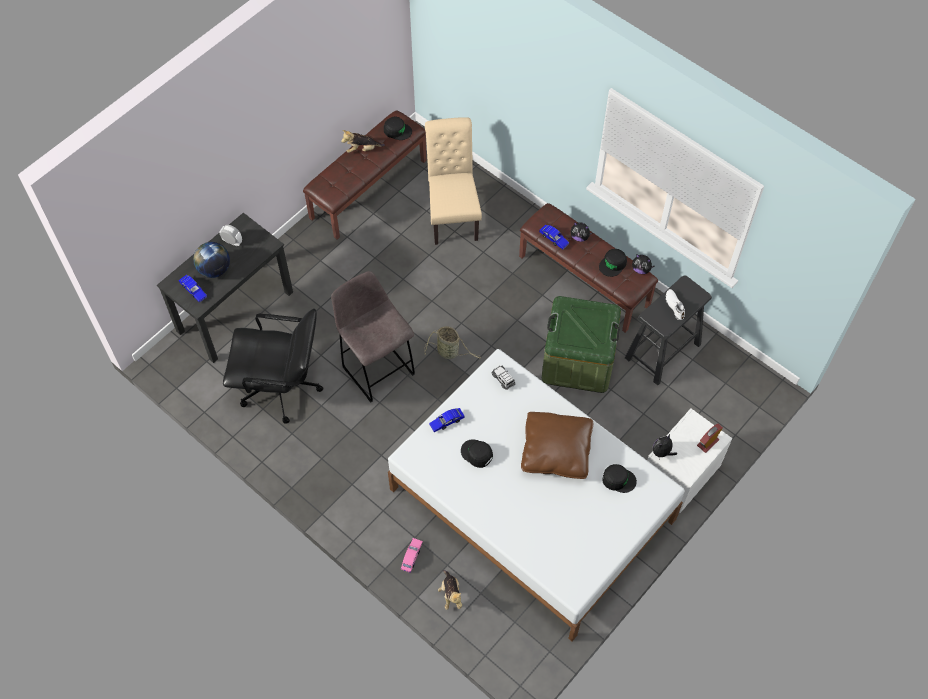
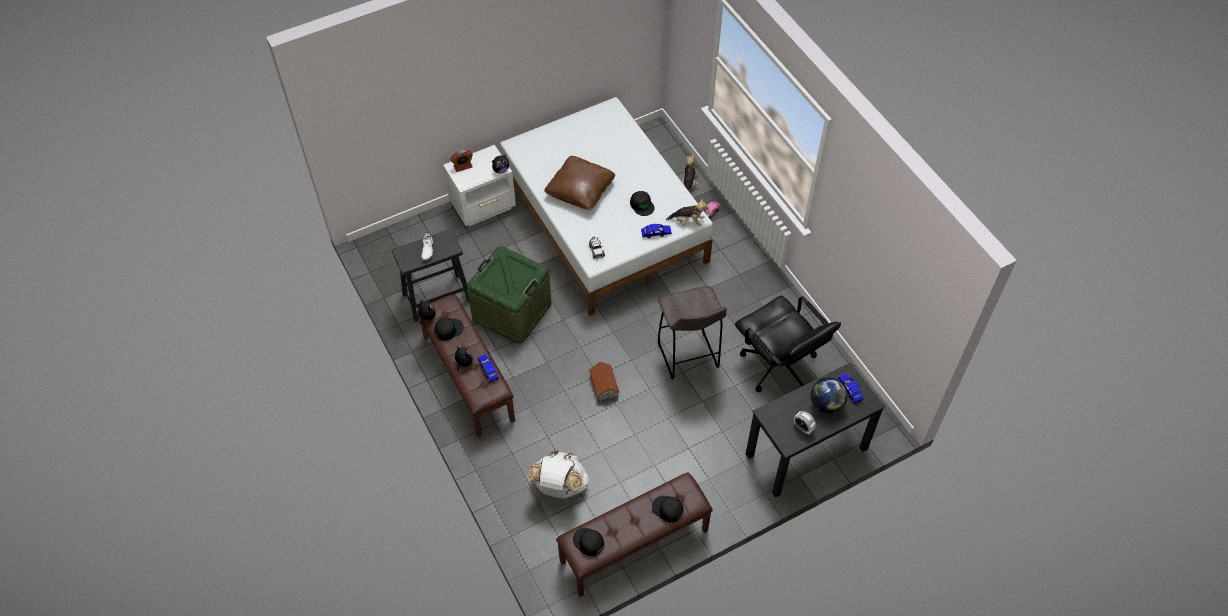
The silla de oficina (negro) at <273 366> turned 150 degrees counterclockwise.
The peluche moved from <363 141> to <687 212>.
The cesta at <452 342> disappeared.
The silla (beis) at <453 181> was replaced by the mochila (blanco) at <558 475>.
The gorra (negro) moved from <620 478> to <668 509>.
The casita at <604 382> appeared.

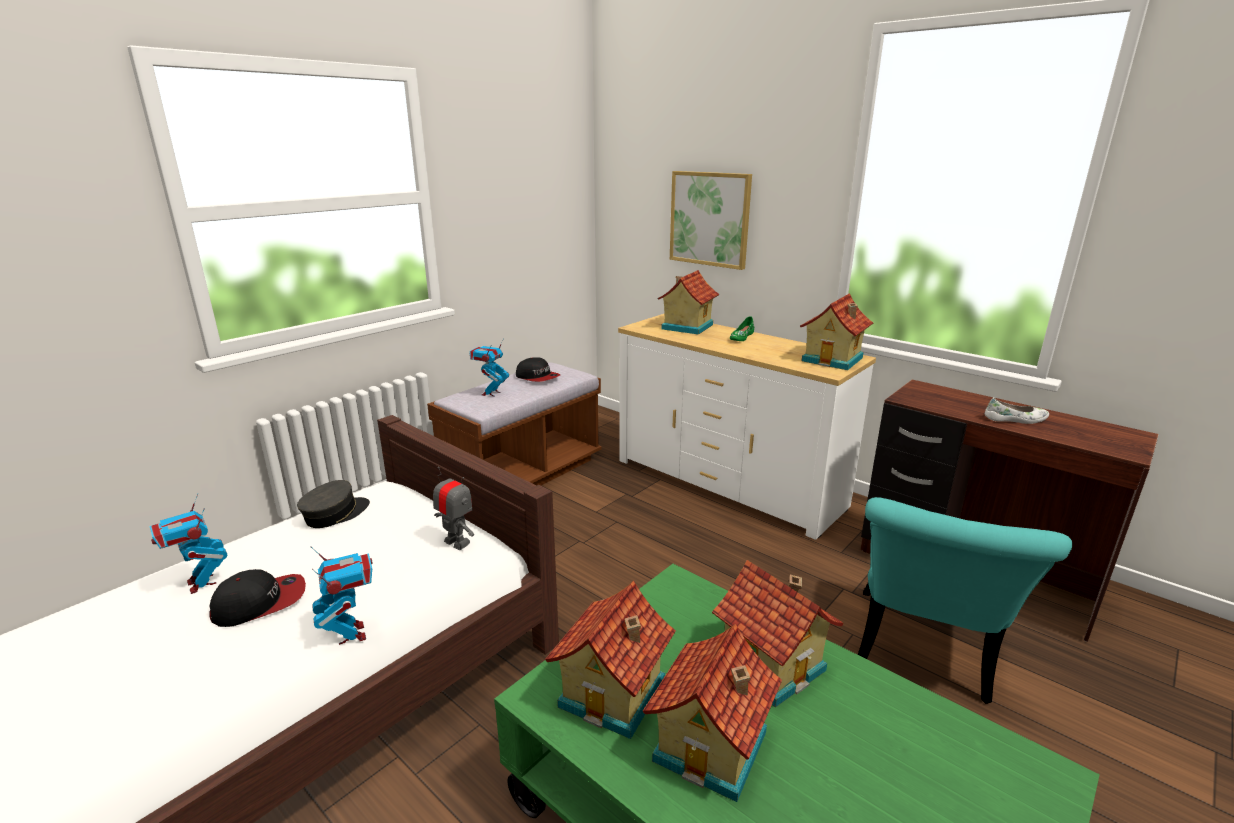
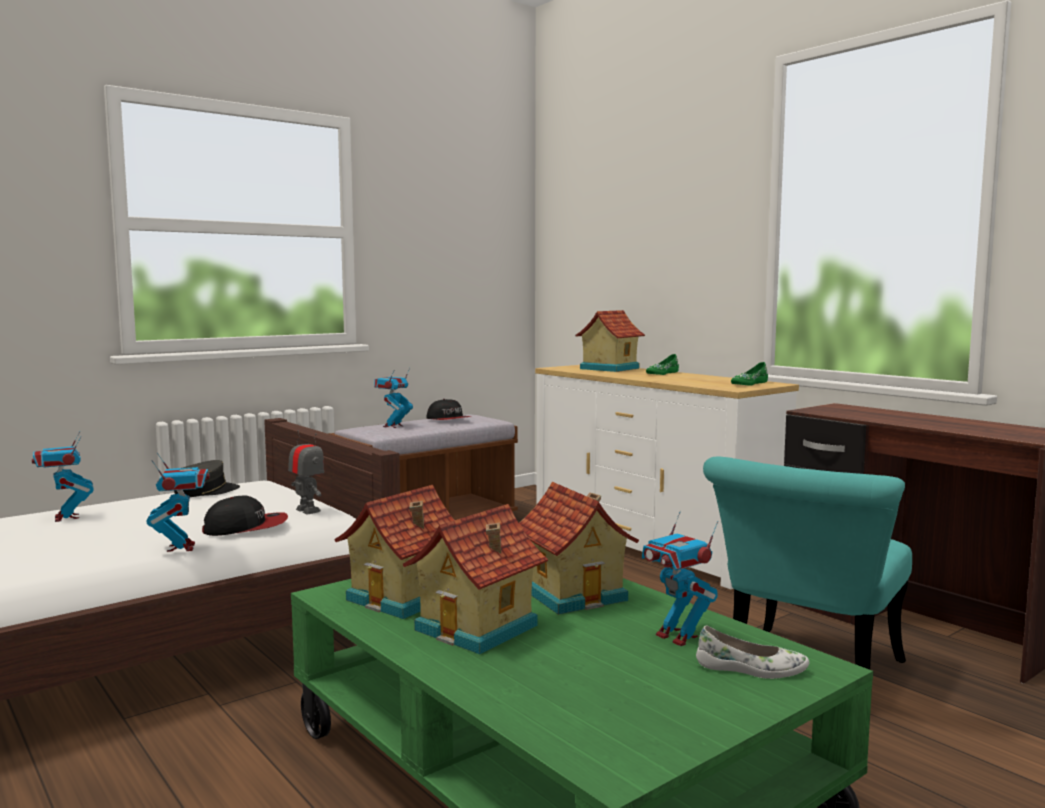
The gorra moved from <257 598> to <245 516>.
The cuadro at <711 220> disappeared.
The casita at <836 331> was replaced by the zapato (verde) at <749 374>.
The zapato (blanco) moved from <1017 410> to <752 652>.
The robot de juguete at <680 578> appeared.

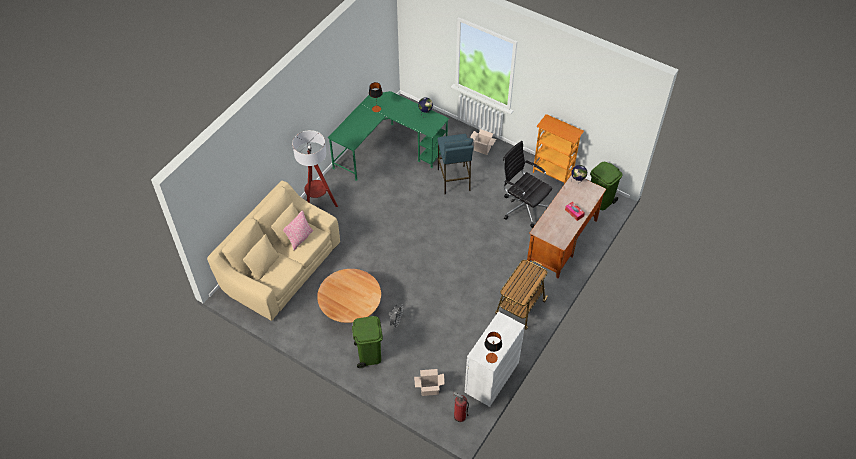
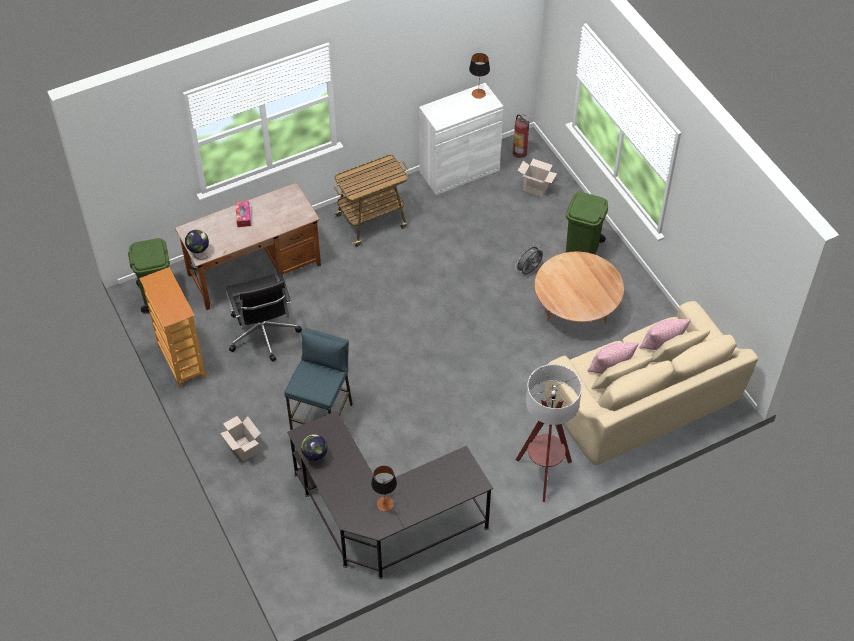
The escritorio (verde) at <388 136> became the escritorio (negro) at <390 495>.
The cojín (rosa) at <665 334> appeared.

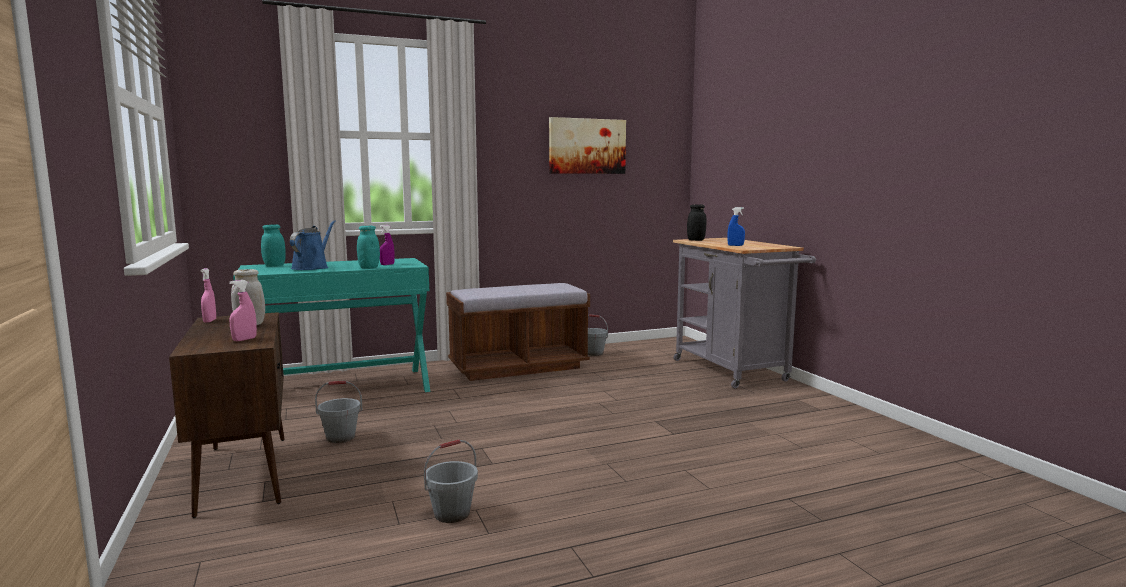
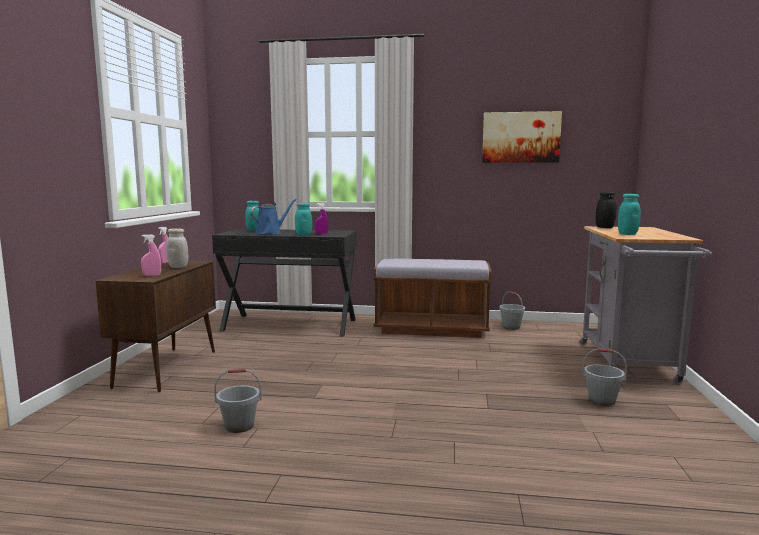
The escritorio (turquesa) at <332 325> became the escritorio (negro) at <284 283>.
The cubo (gris) moved from <338 412> to <604 377>.
The pulverizador (azul) at <736 226> was replaced by the tarro (turquesa) at <629 214>.

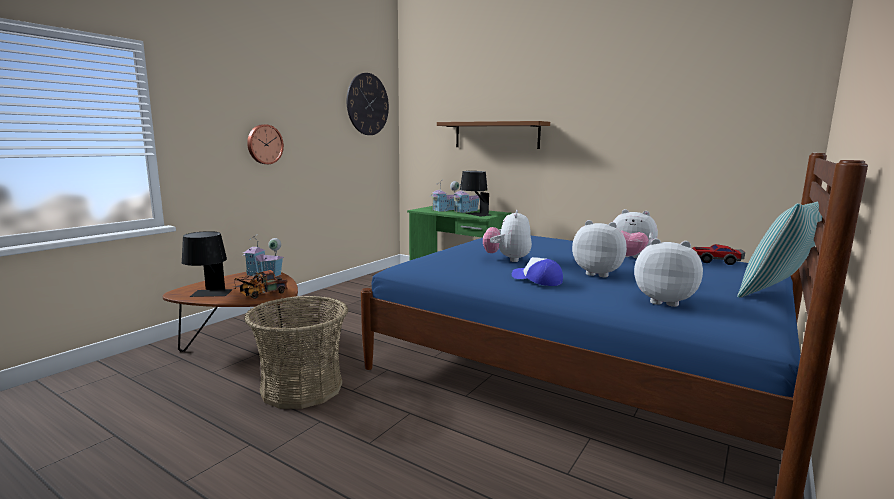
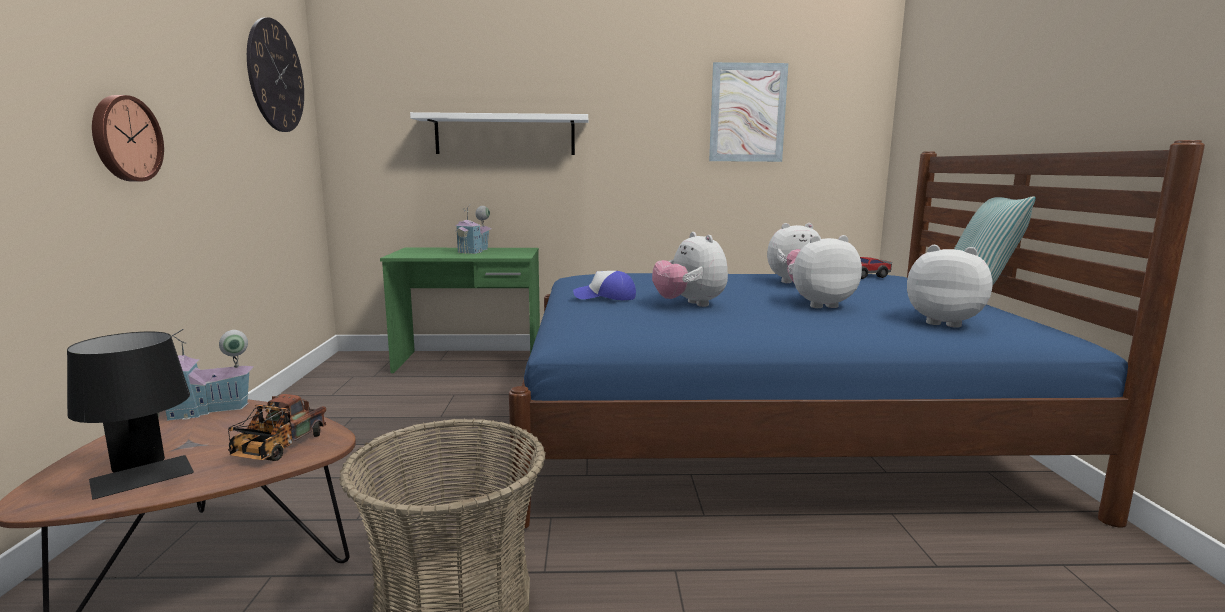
The casita at <445 196> disappeared.
The estante (marrón) at <493 135> became the estante (blanco) at <499 133>.
The lámpara de mesa (negro) at <475 193> disappeared.
The gorra moved from <537 271> to <604 285>.
The peluche at <668 272> turned 45 degrees clockwise.
The cuadro at <748 112> appeared.

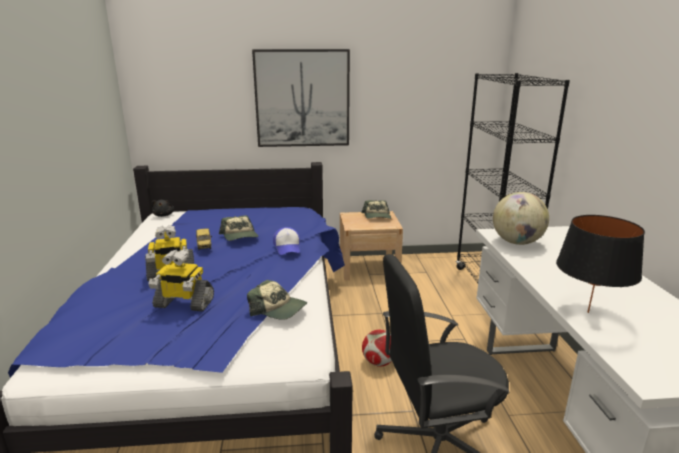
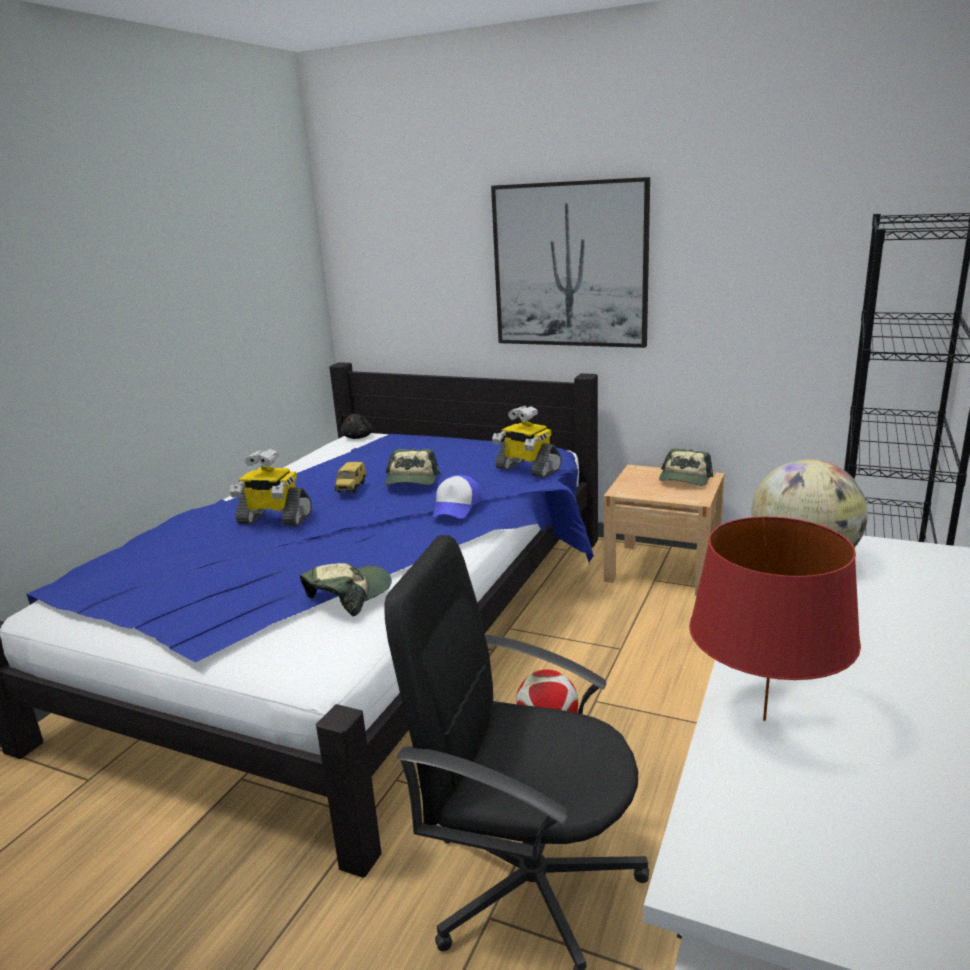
The robot de juguete moved from <181 280> to <527 442>.
The gorra at <277 299> turned 105 degrees counterclockwise.
The lámpara de mesa (negro) at <600 264> became the lámpara de mesa (rojo) at <775 619>.

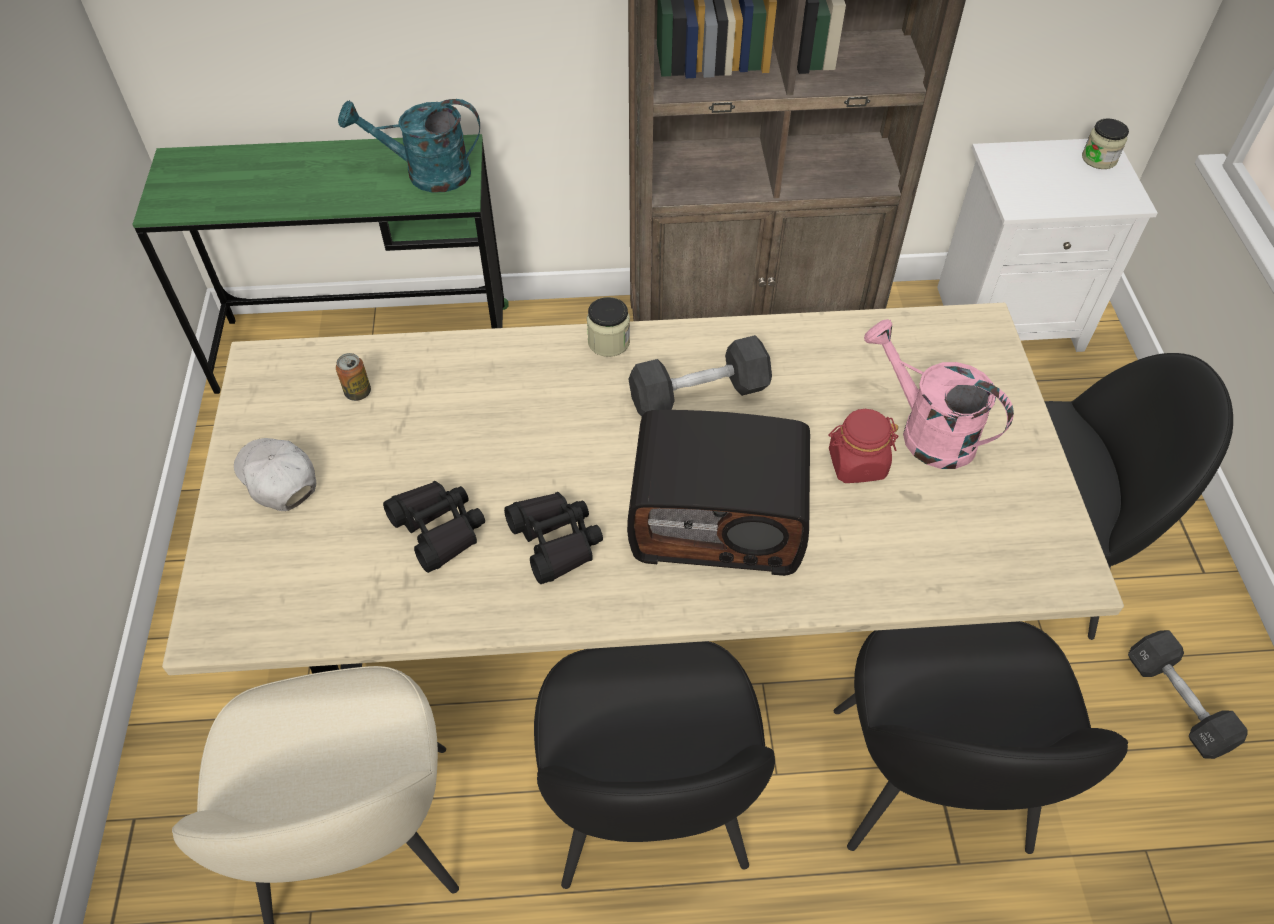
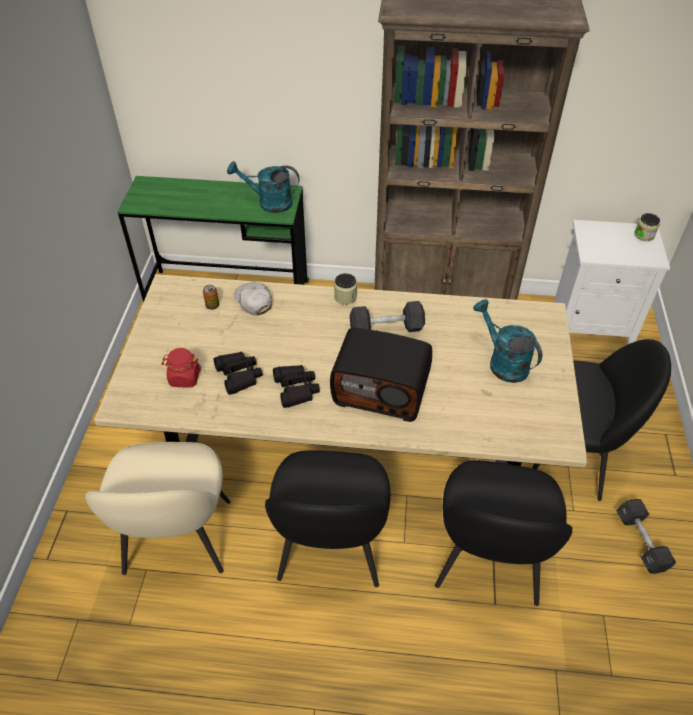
The gorra (blanco) moved from <275 474> to <253 299>.
The tarro (rojo) moved from <863 446> to <181 368>.
The regadera (rosa) at <939 394> became the regadera (turquesa) at <507 341>.

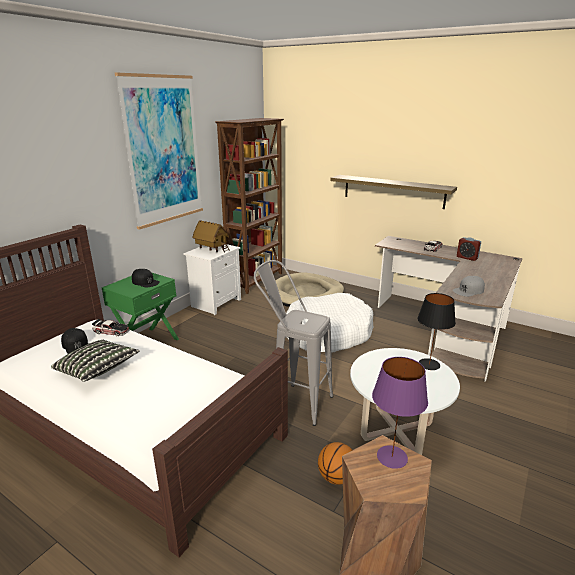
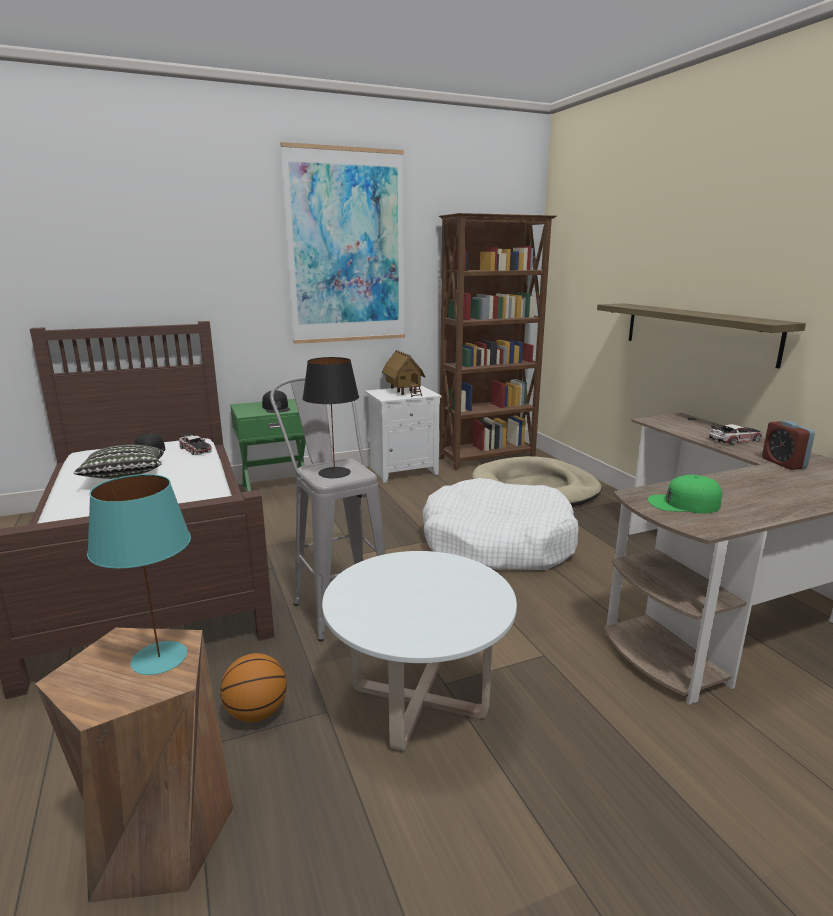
The lámpara de mesa (morado) at <400 413> became the lámpara de mesa (turquesa) at <139 574>.
The lámpara de mesa (negro) moved from <436 331> to <330 417>.
The gorra (gris) at <469 286> became the gorra (verde) at <685 494>.

